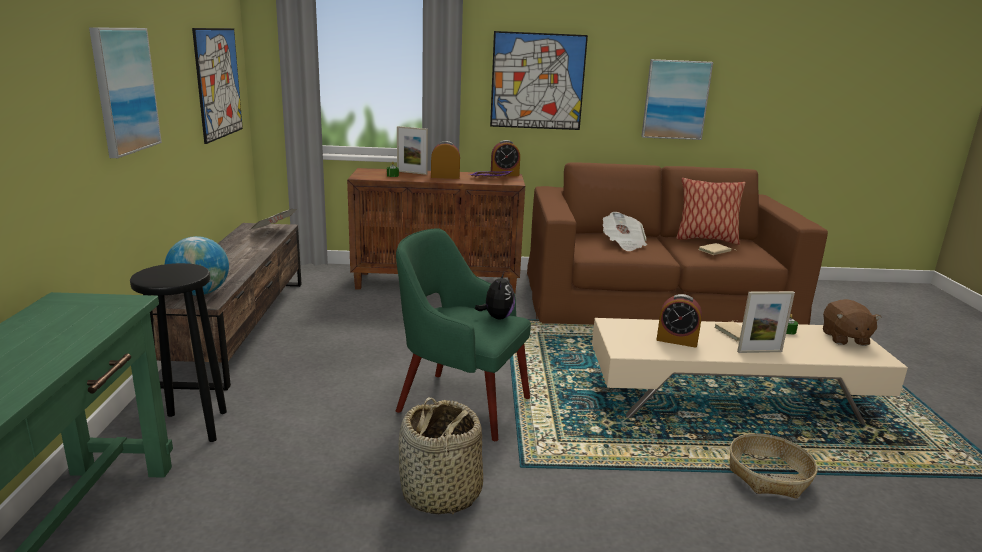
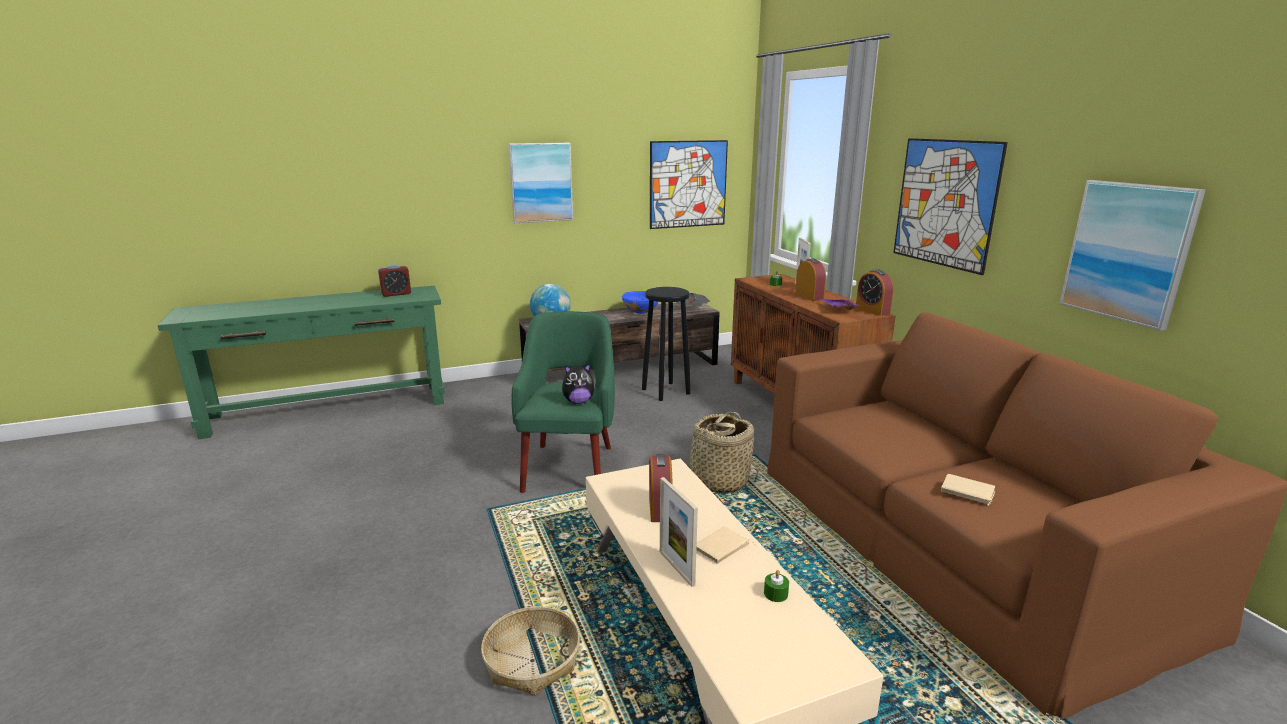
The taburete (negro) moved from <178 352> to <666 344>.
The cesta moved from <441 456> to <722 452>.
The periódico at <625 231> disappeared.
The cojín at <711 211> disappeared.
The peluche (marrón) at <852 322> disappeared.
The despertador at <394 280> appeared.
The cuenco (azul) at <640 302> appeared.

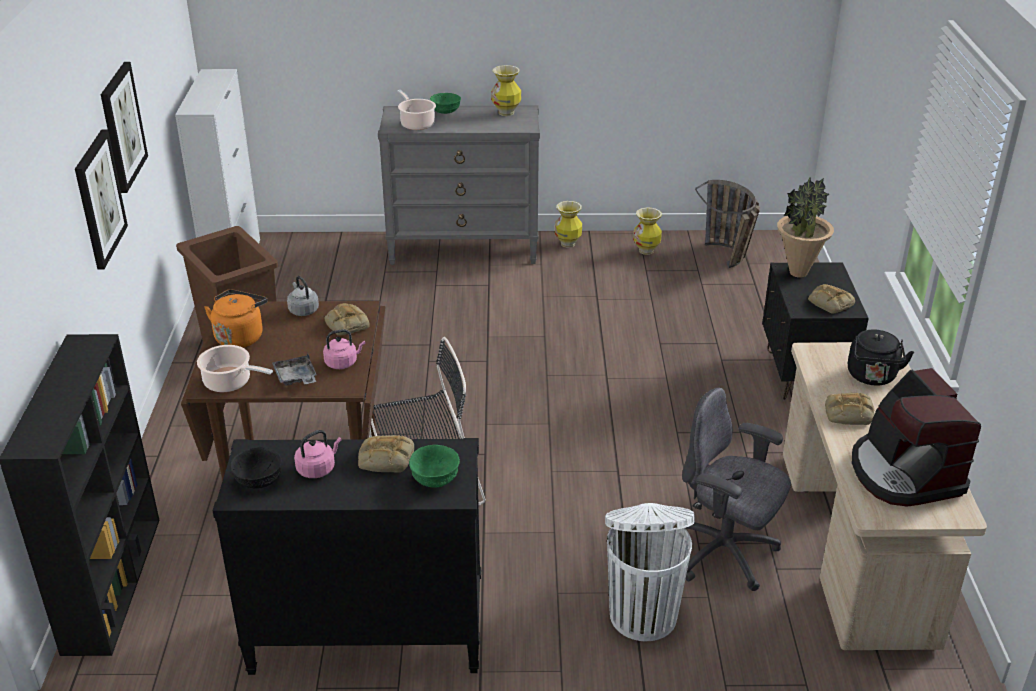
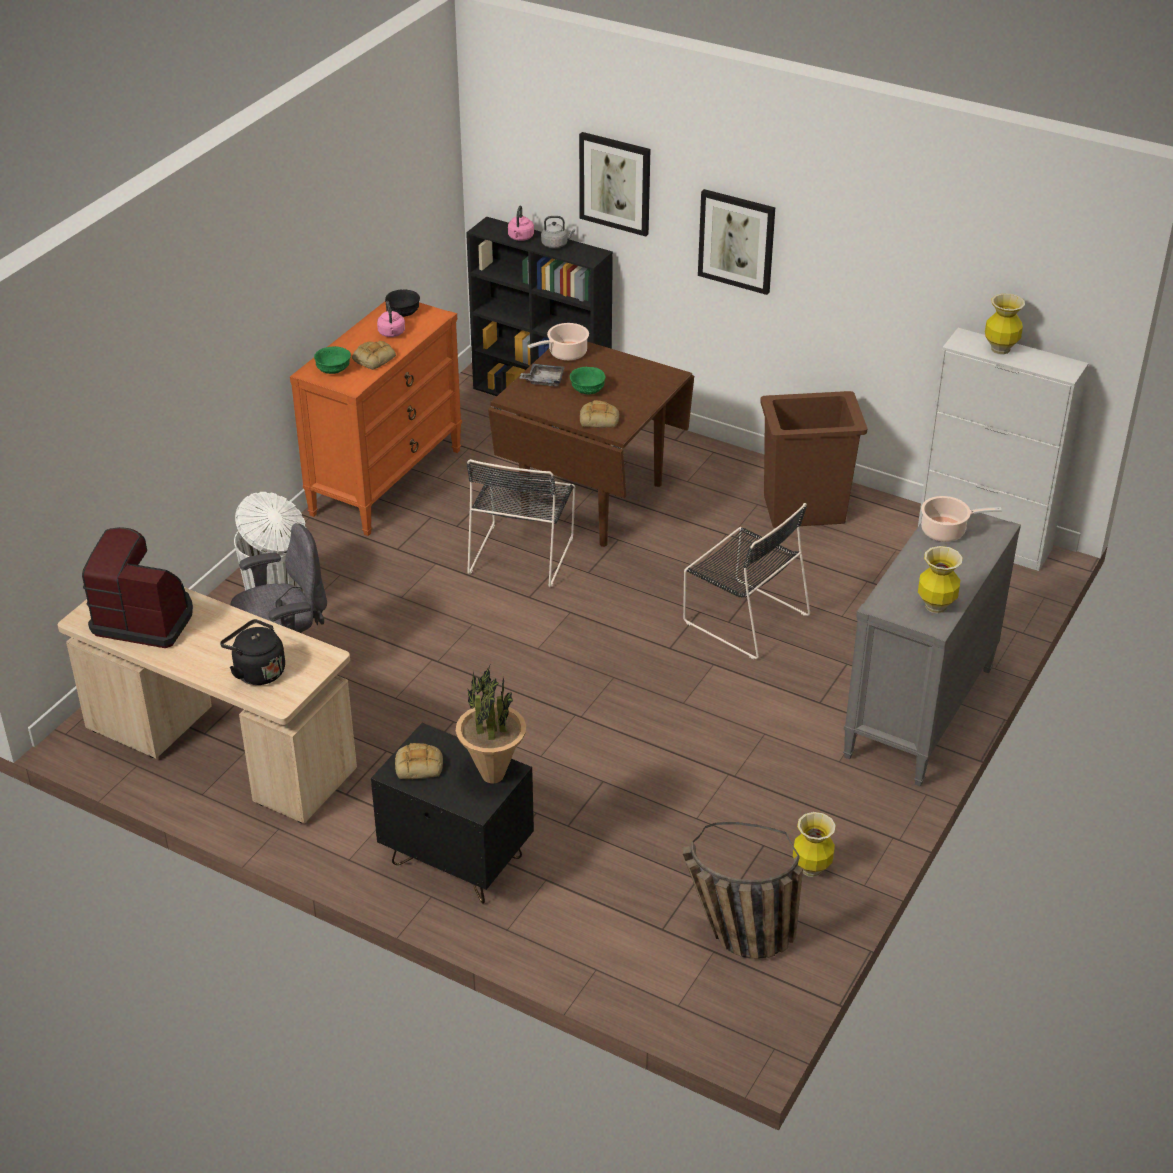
The cuadro moved from <124 127> to <614 184>.
The hervidor (naranja) at <236 318> disappeared.
The cómoda (negro) at <346 556> became the cómoda (naranja) at <376 418>.
The hervidor (gris) moved from <303 296> to <558 232>.
The hervidor (rosa) moved from <344 349> to <521 223>.
The cuenco (verde) moved from <445 103> to <588 381>.
The florero moved from <568 224> to <1005 324>.
The pan at <850 409> disappeared.
The silla (negro) at <746 581> appeared.

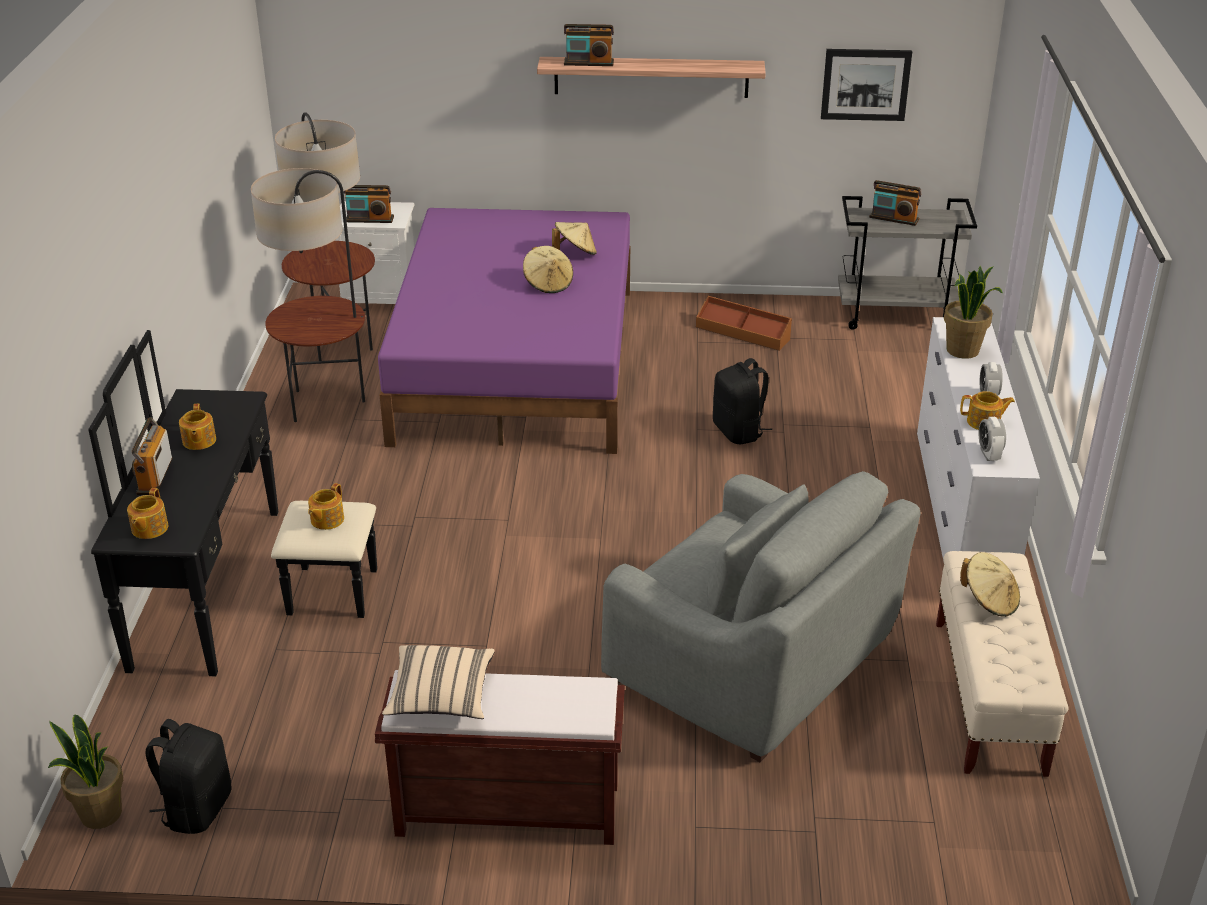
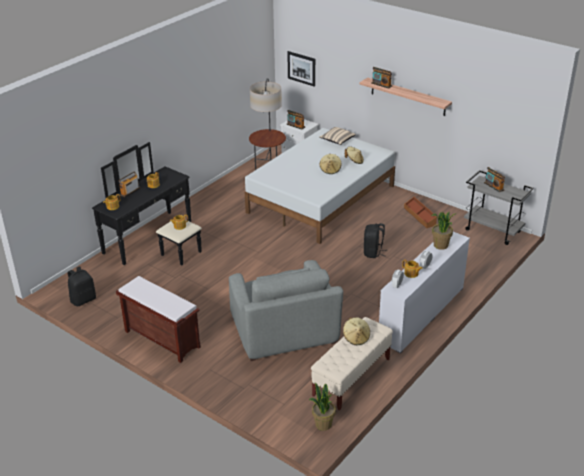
The planta en maceta moved from <85 771> to <322 407>.
The lámpara de pie at <308 295> disappeared.
The cama (morado) at <504 331> became the cama (blanco) at <320 186>.
The cojín (beis) moved from <438 682> to <337 136>.
The cuadro moved from <866 85> to <301 69>.

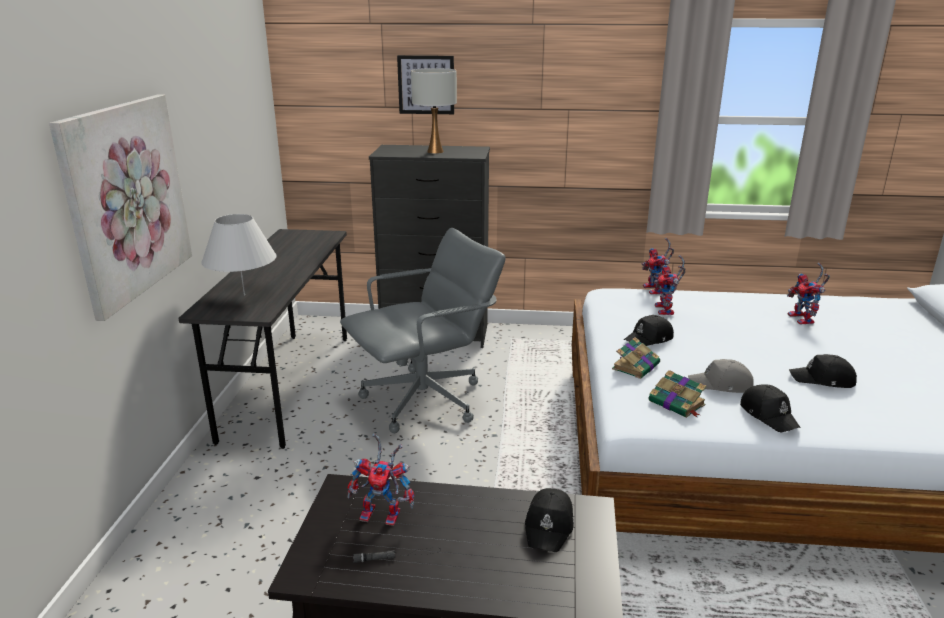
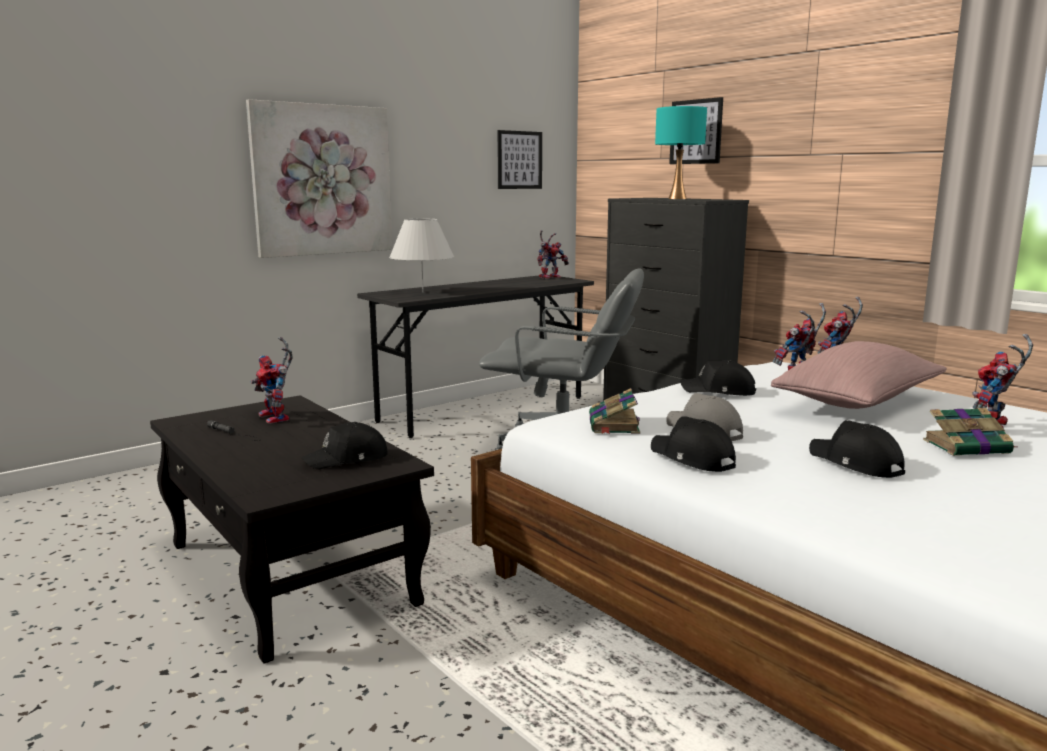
The lámpara de mesa (blanco) at <434 111> became the lámpara de mesa (turquesa) at <681 152>.
The libro moved from <636 358> to <969 432>.
The gorra (negro) at <770 408> turned 120 degrees clockwise.
The cuadro at <519 159> appeared.
The robot de juguete at <553 254> appeared.
The cojín (rosa) at <859 375> appeared.

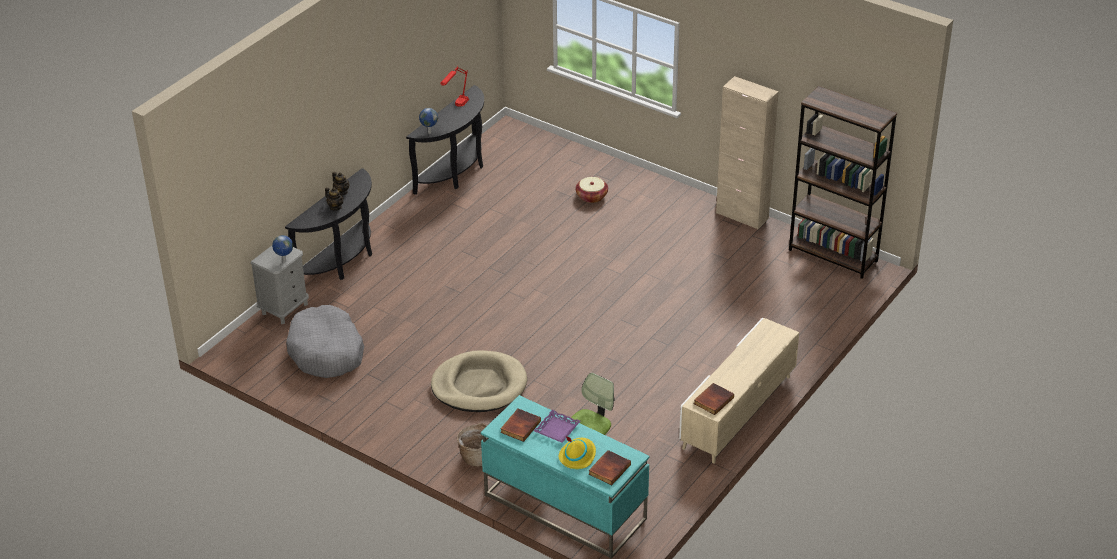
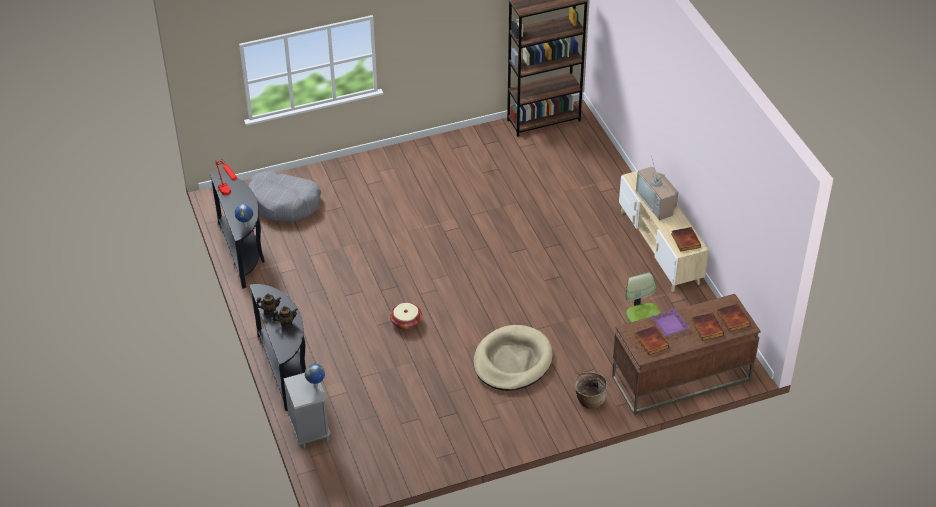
The cama para perro (gris) moved from <325 341> to <284 196>.
The escritorio (turquesa) at <565 477> became the escritorio (marrón) at <686 354>.
The sombrero (amarillo) at <577 453> was replaced by the libro at <707 327>.
The cesta moved from <592 190> to <406 316>.
The armario (beis) at <747 153> disappeared.
The televisor at <657 187> appeared.

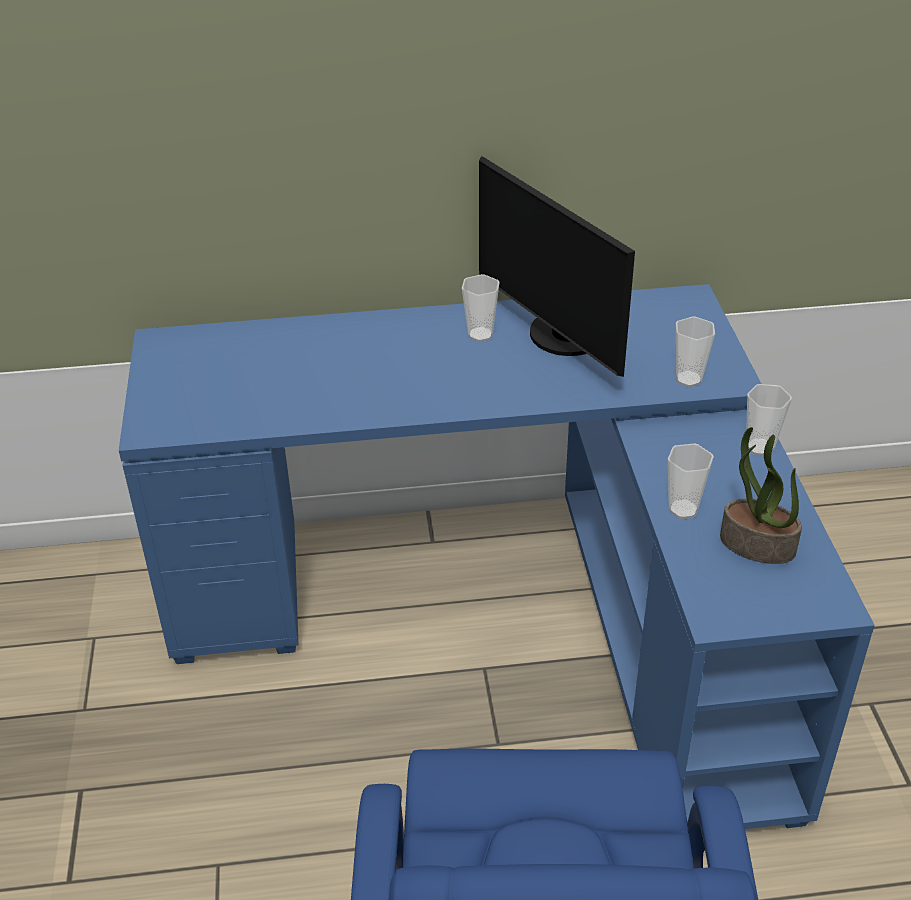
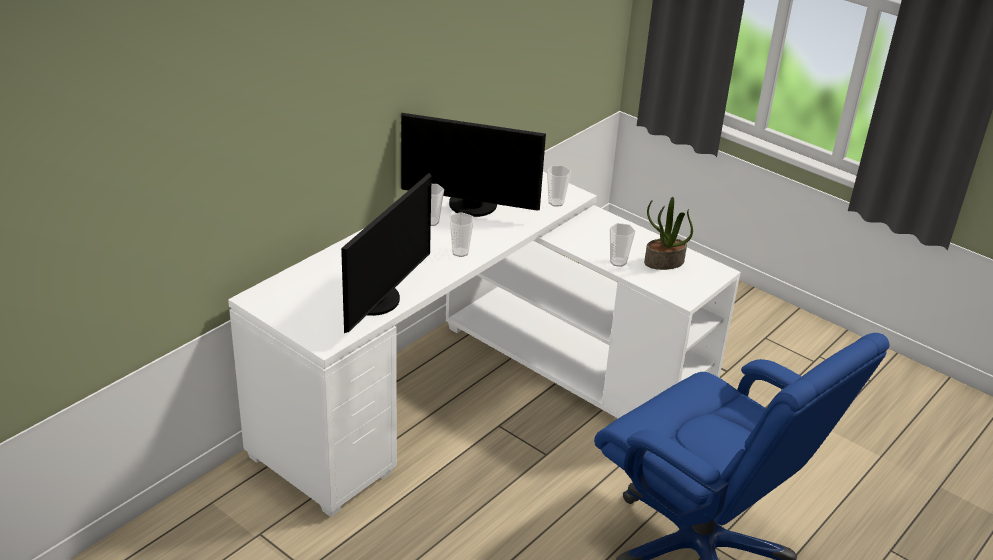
The escritorio (azul) at <497 556> became the escritorio (blanco) at <484 344>.
The taza moved from <769 420> to <461 234>.
The monitor at <386 253> appeared.

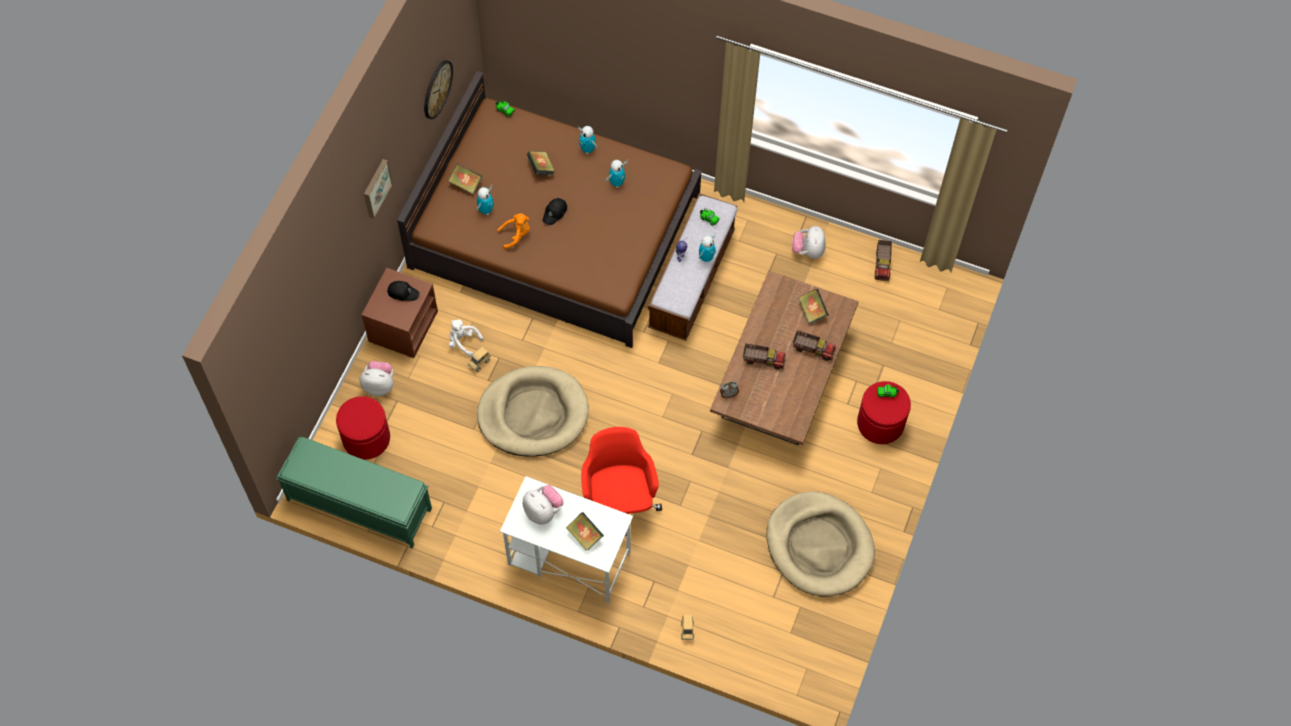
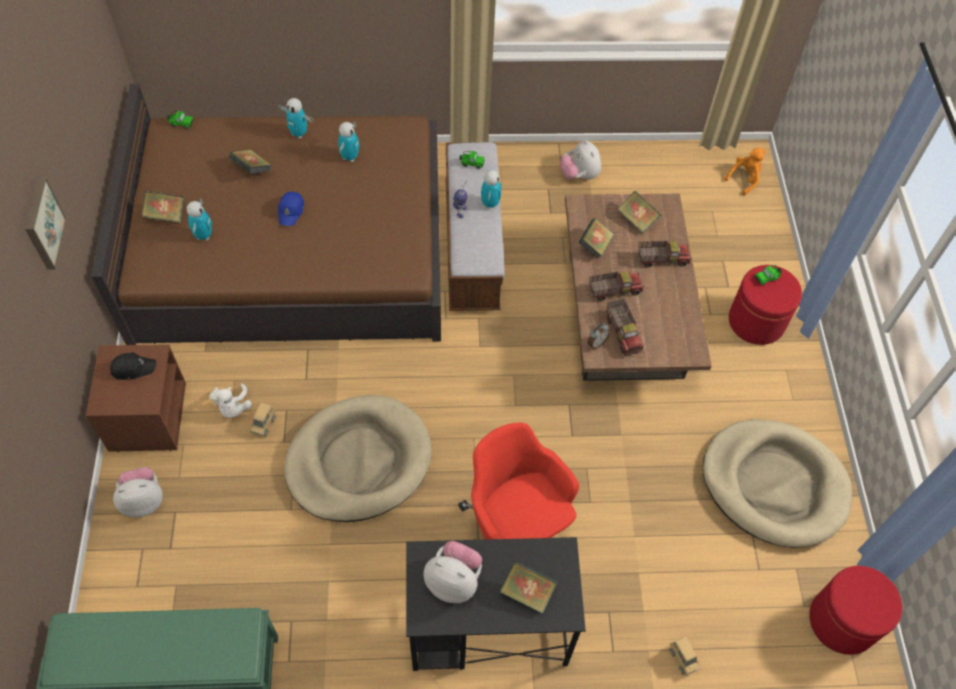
The puf (rojo) moved from <363 427> to <855 610>.
The reloj de pared at <438 89> disappeared.
The peluche (blanco) at <465 338> turned 105 degrees counterclockwise.
The peluche (naranja) moved from <513 231> to <745 171>.
The escritorio (blanco) at <566 539> became the escritorio (negro) at <496 604>.
The gorra (negro) at <555 211> became the gorra (azul) at <291 209>.
The camión de juguete moved from <883 260> to <625 327>.
The libro at <596 238> appeared.

